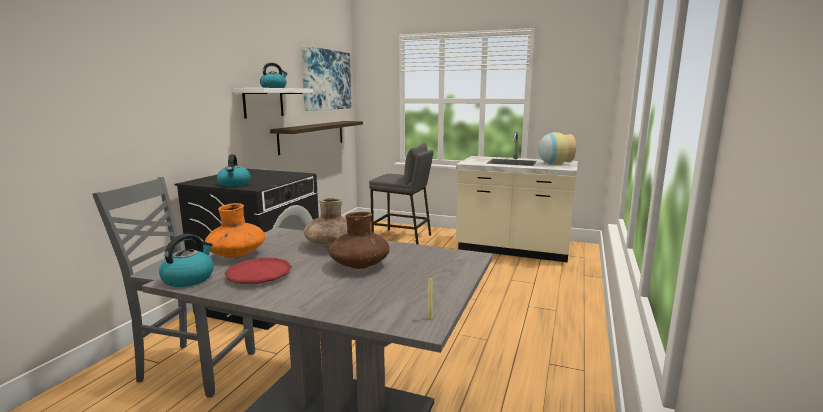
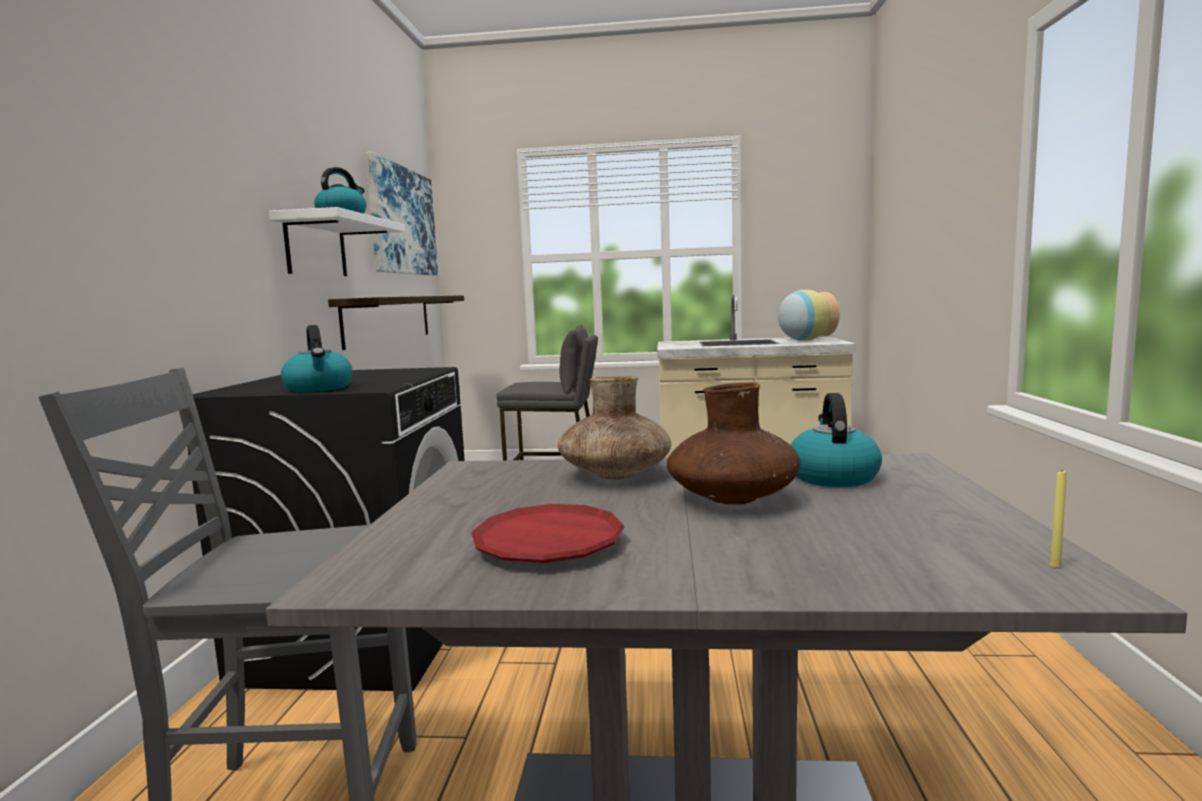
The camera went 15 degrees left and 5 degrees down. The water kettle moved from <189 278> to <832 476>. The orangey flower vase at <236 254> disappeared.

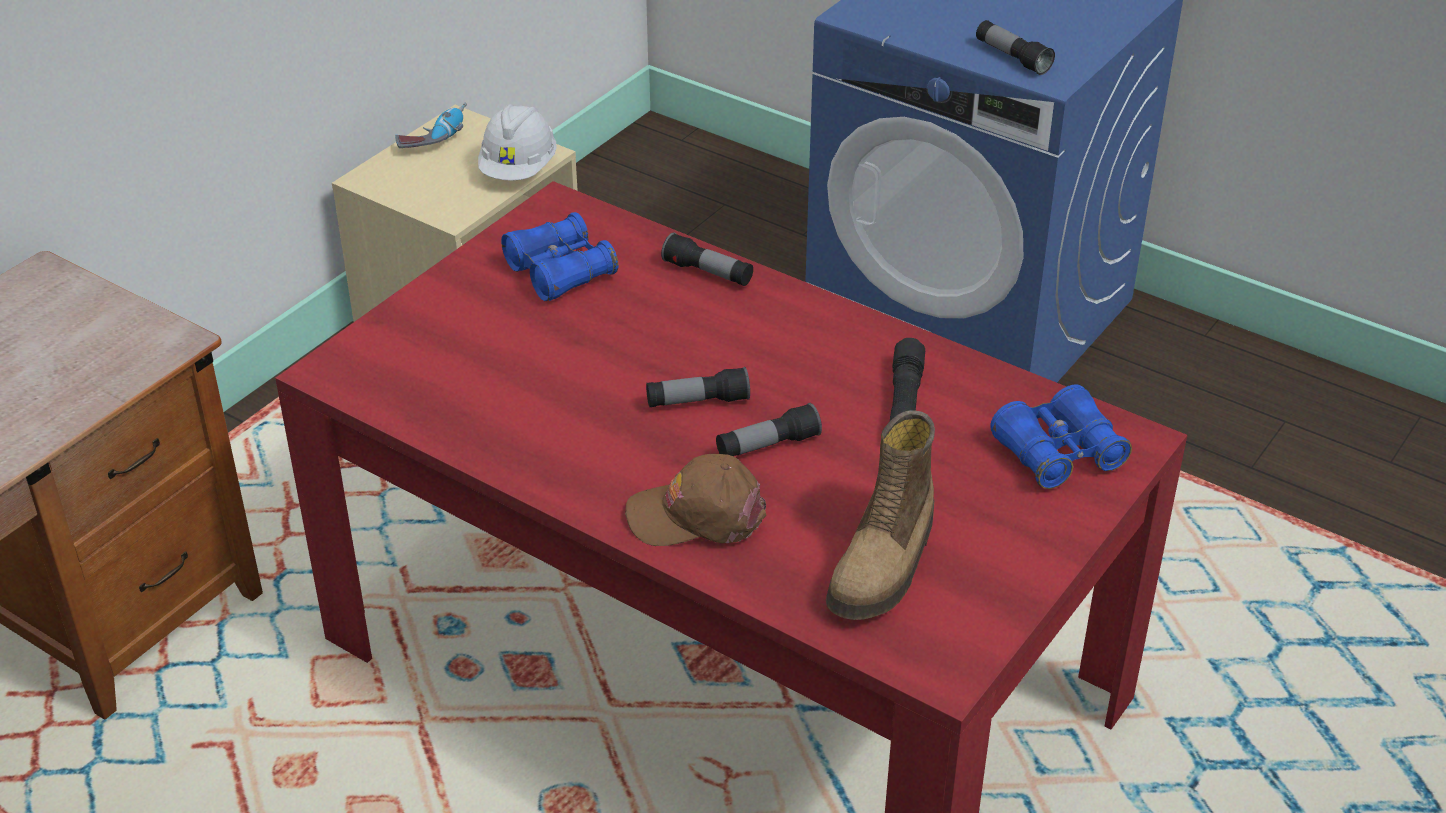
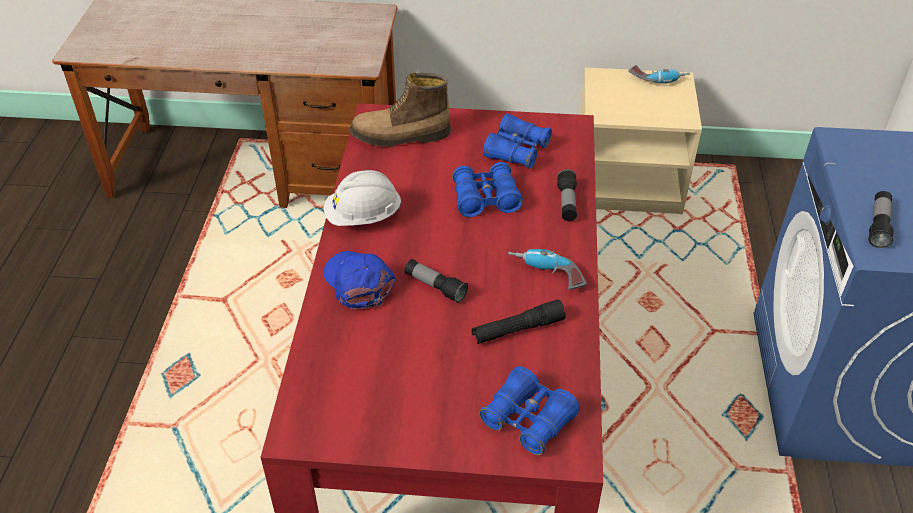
The camera went 60 degrees right and 5 degrees up. The brownish cap at <697 515> became the blue-coloured cap at <358 282>. The white work helmet moved from <519 169> to <363 217>. The boot moved from <884 565> to <400 136>. The blue-coloured field glasses at <485 199> appeared. The drill at <546 275> appeared. The hand torch at <697 401> disappeared.

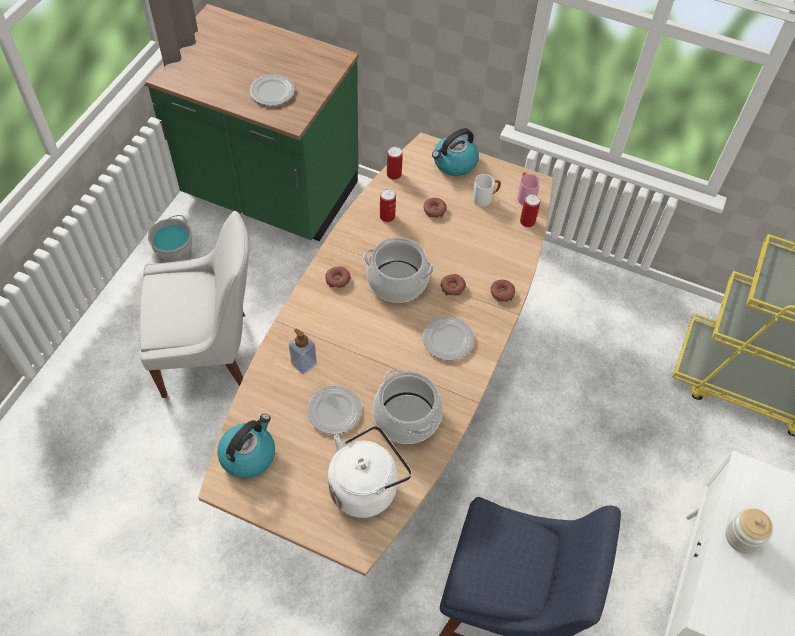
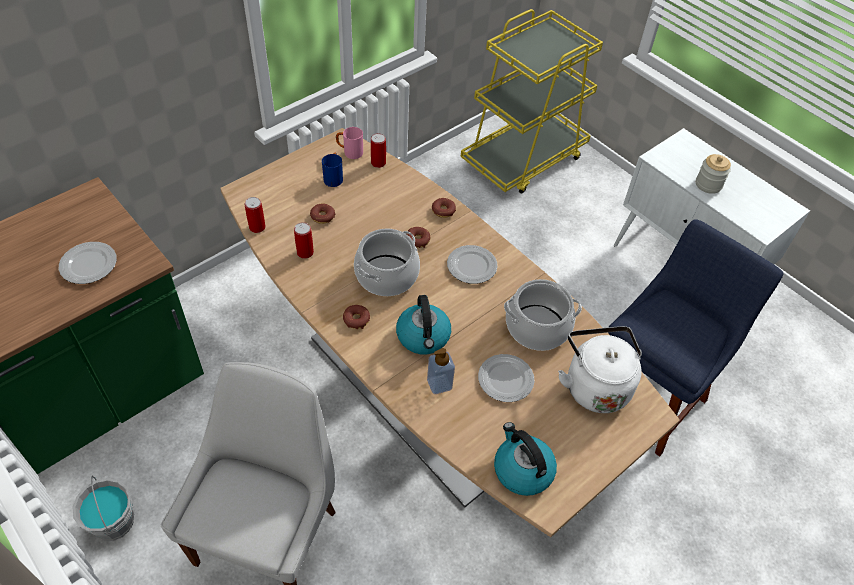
The camera went 65 degrees left and 5 degrees down. The white coffee mug at <485 198> became the blue-coloured coffee mug at <334 177>. The water kettle moved from <454 163> to <423 337>.

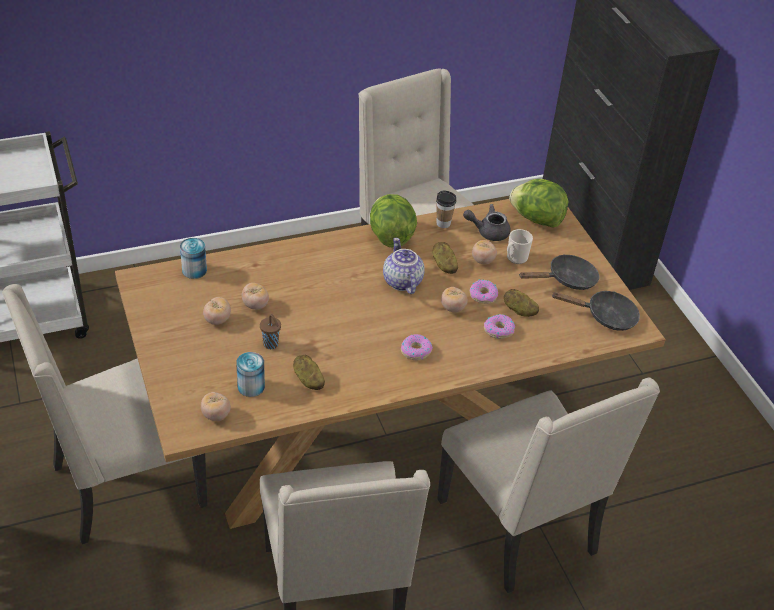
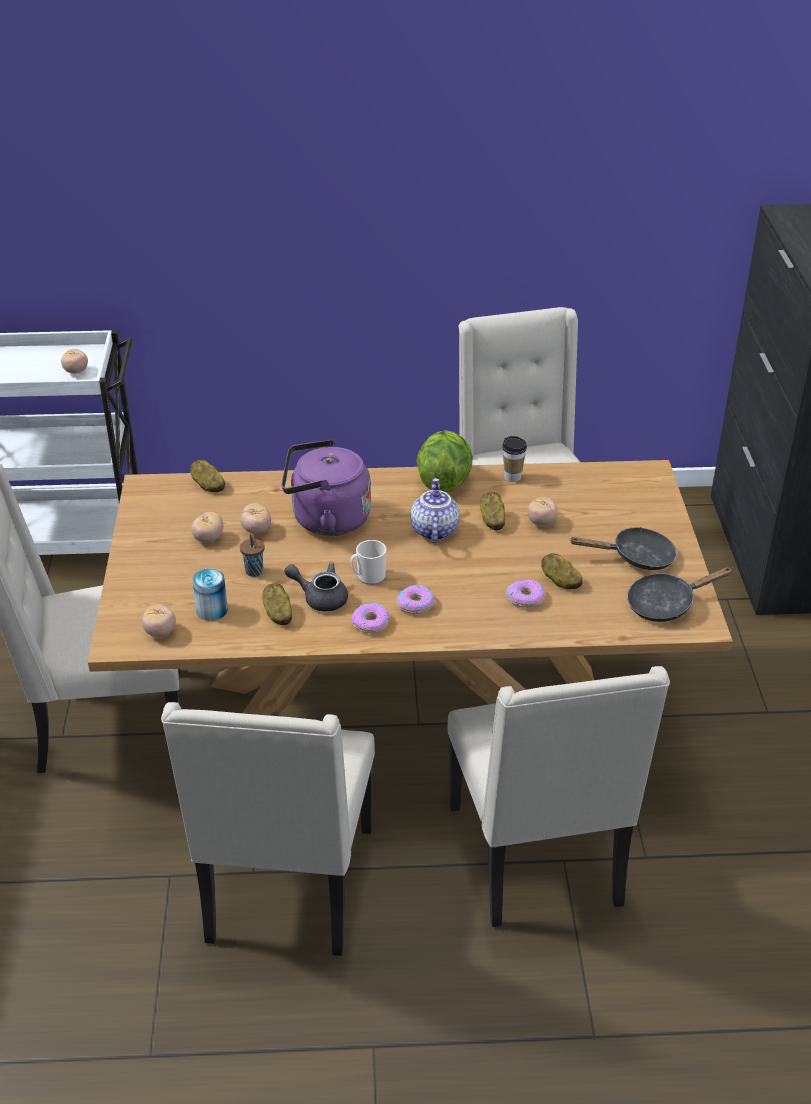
The camera went 20 degrees right and 5 degrees down. The tomato moved from <453 308> to <76 371>. The can at <194 270> was replaced by the spud at <208 486>. The purplish water kettle at <326 519> appeared. The gray tea pot moved from <488 231> to <320 597>. The coffee mug moved from <515 258> to <368 577>. The donut moved from <483 295> to <371 623>. The blackish pan at <605 316> turned 135 degrees clockwise. The lettuce head at <536 219> disappeared.

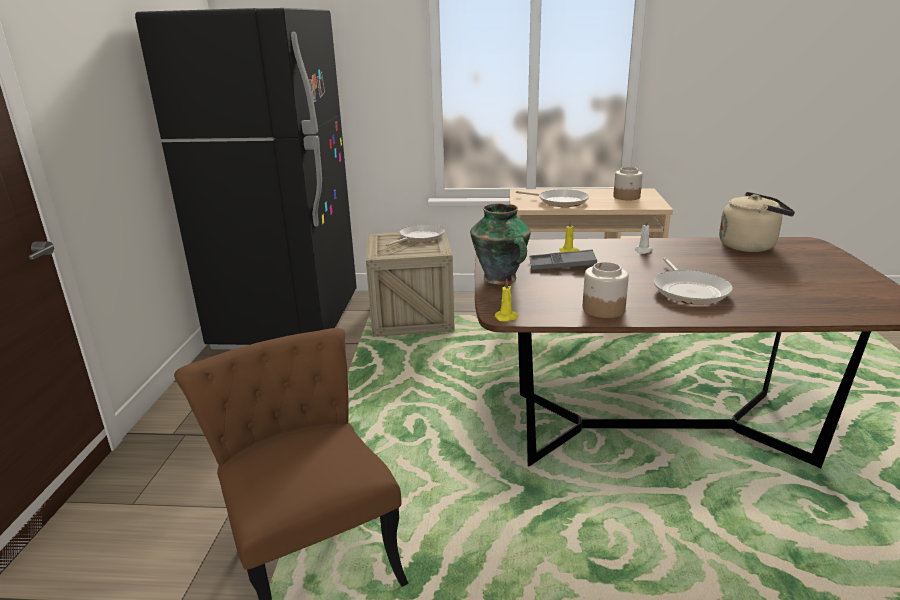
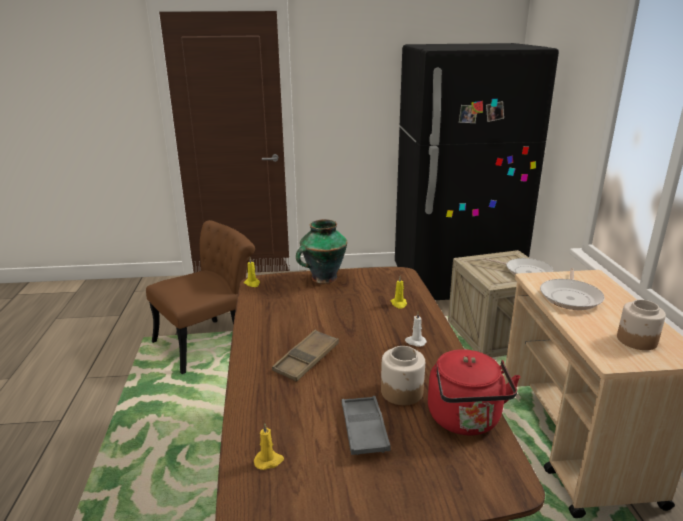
The camera went 80 degrees right and 0 degrees up. The yellowish wax light at <269 461> appeared. The pan at <689 290> was replaced by the brownish serving tray at <306 359>. The gray serving tray moved from <562 265> to <364 429>. The storage jar moved from <603 309> to <402 391>. The beige water kettle at <750 246> became the red water kettle at <466 420>.

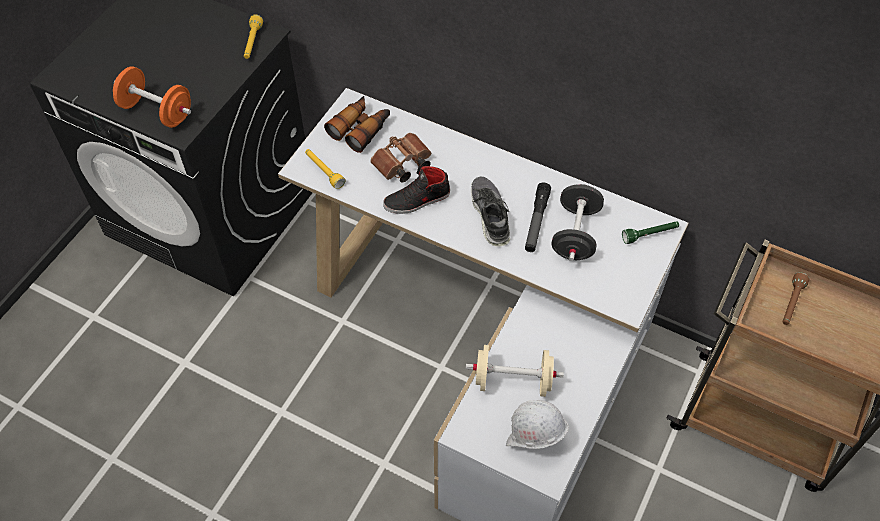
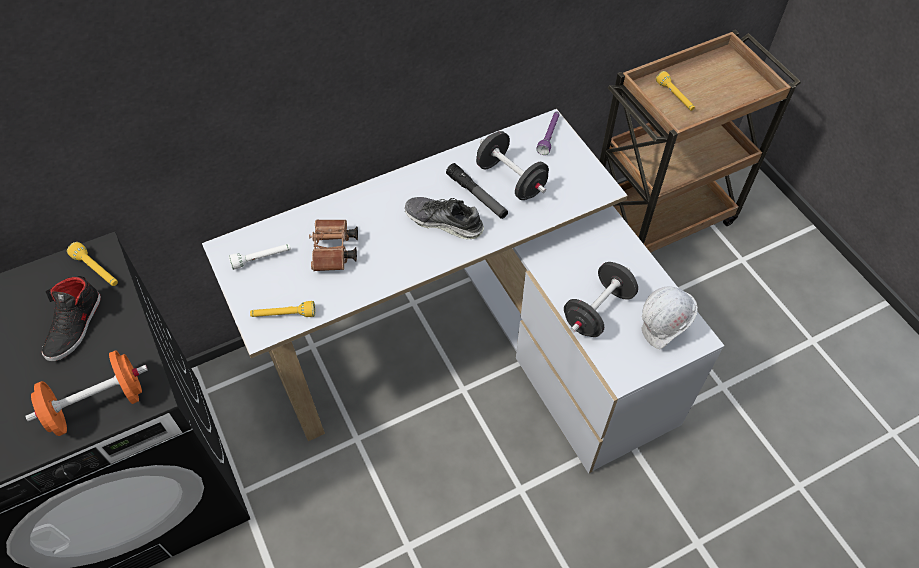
The camera went 55 degrees left and 0 degrees up. The blackish item of footwear moved from <417 200> to <75 326>. The field glasses at <360 128> was replaced by the white hand torch at <262 259>. The green-coloured hand torch at <650 234> became the purplish hand torch at <549 136>. The beige dumbbell at <513 381> became the blackish dumbbell at <598 311>. The brownish hand torch at <791 303> became the yellowish hand torch at <675 97>.

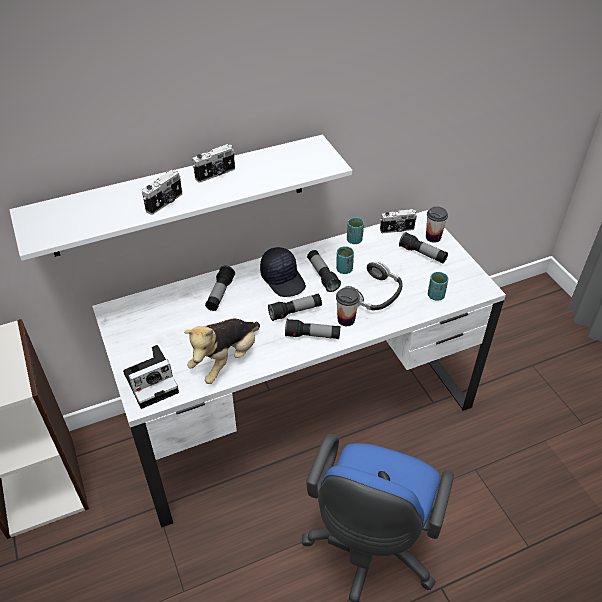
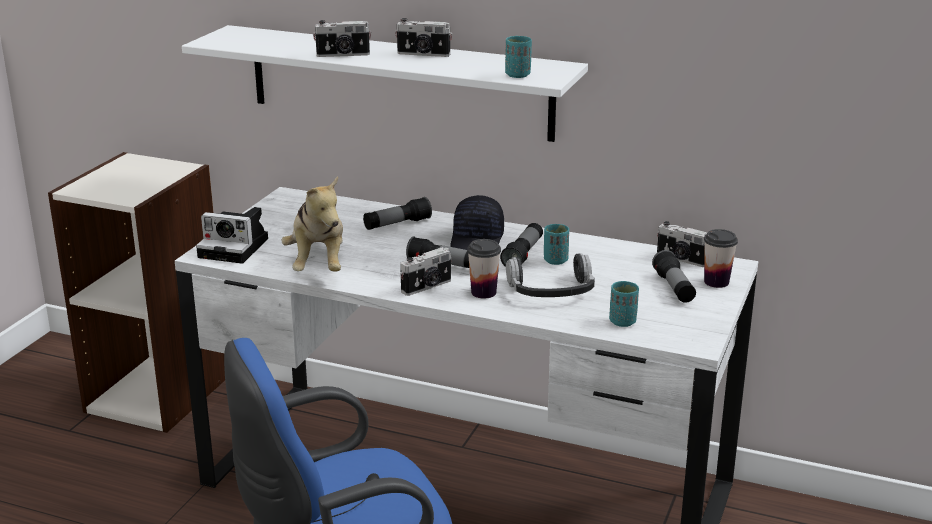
The camera went 45 degrees right and 20 degrees down. The cuddly toy at <226 360> turned 90 degrees counterclockwise. The hand torch at <312 336> was replaced by the still camera at <427 287>. The turquoise-coloured drinking cup moved from <354 240> to <518 75>.

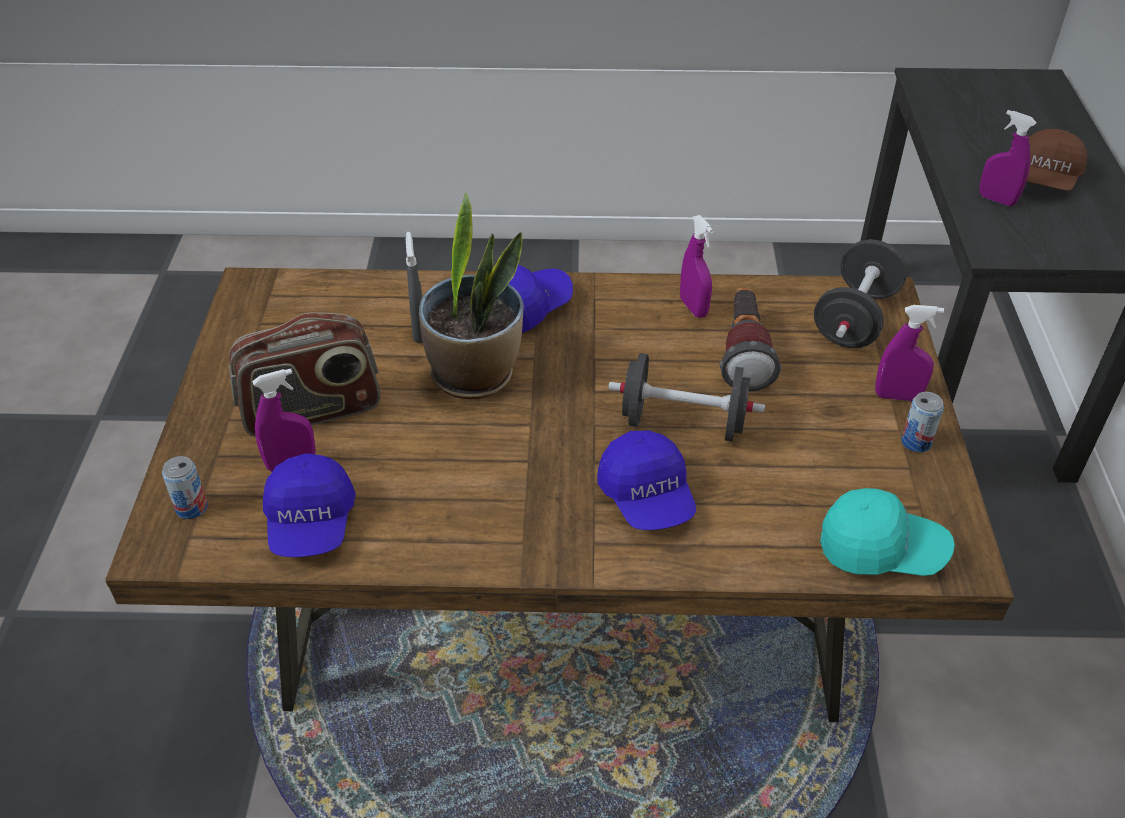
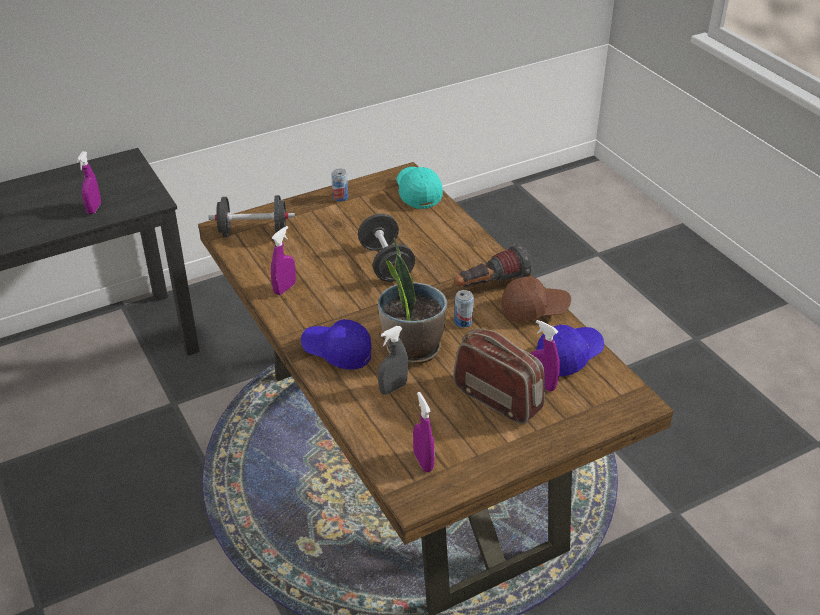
The camera went 120 degrees left and 5 degrees down. The purplish spray bottle moved from <897 396> to <423 461>. The hand torch moved from <743 353> to <490 285>. The can moved from <191 507> to <463 322>. The brownish cap moved from <1046 178> to <534 309>. The blue-coloured cap at <647 497> disappeared.

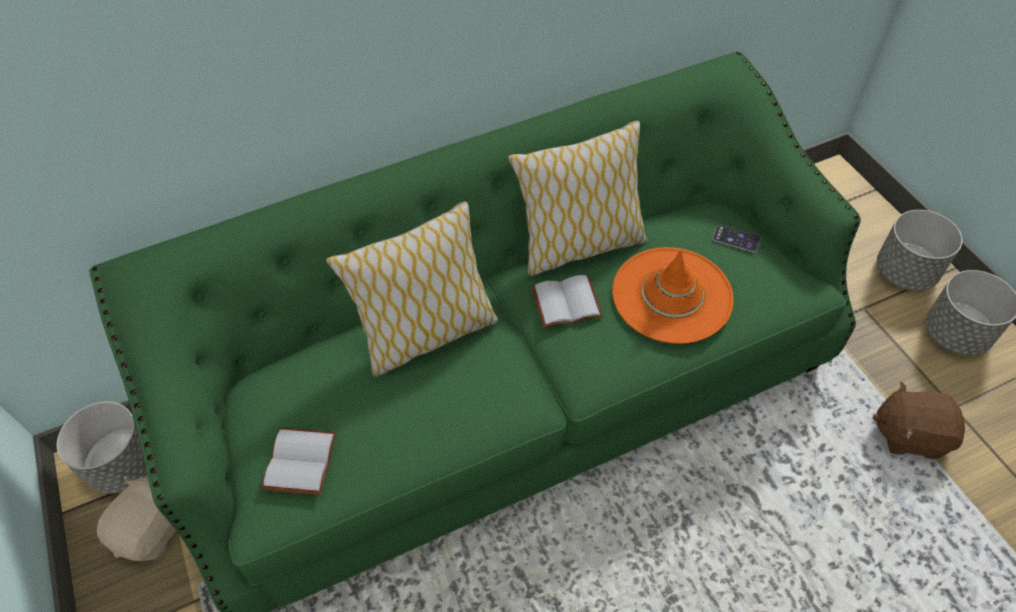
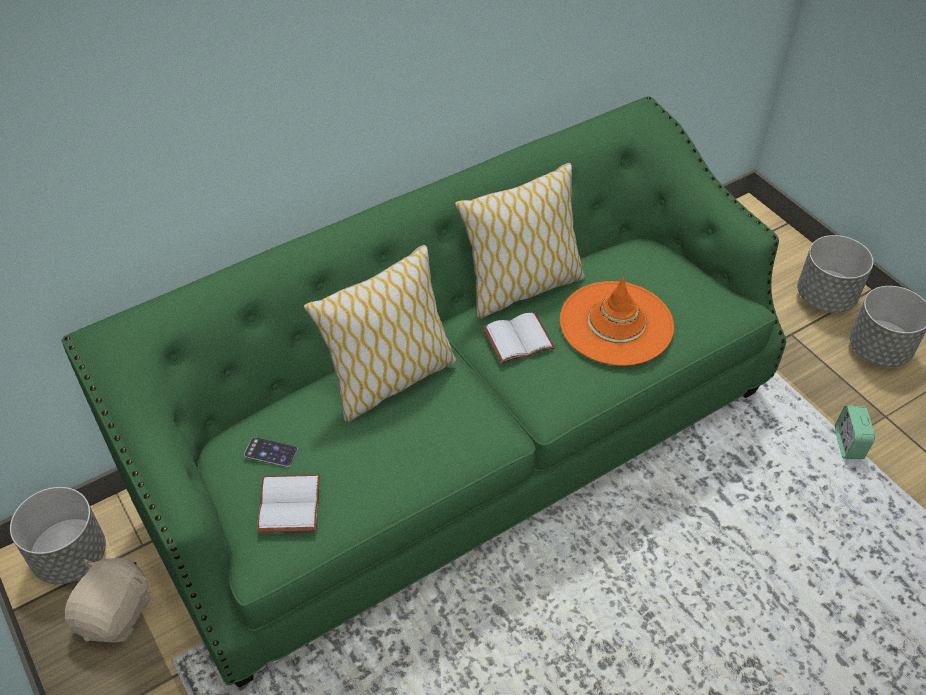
The camera went 10 degrees left and 5 degrees down. The handset moved from <736 239> to <271 452>. The brownish cuddly toy at <909 434> was replaced by the bedside clock at <848 444>.

